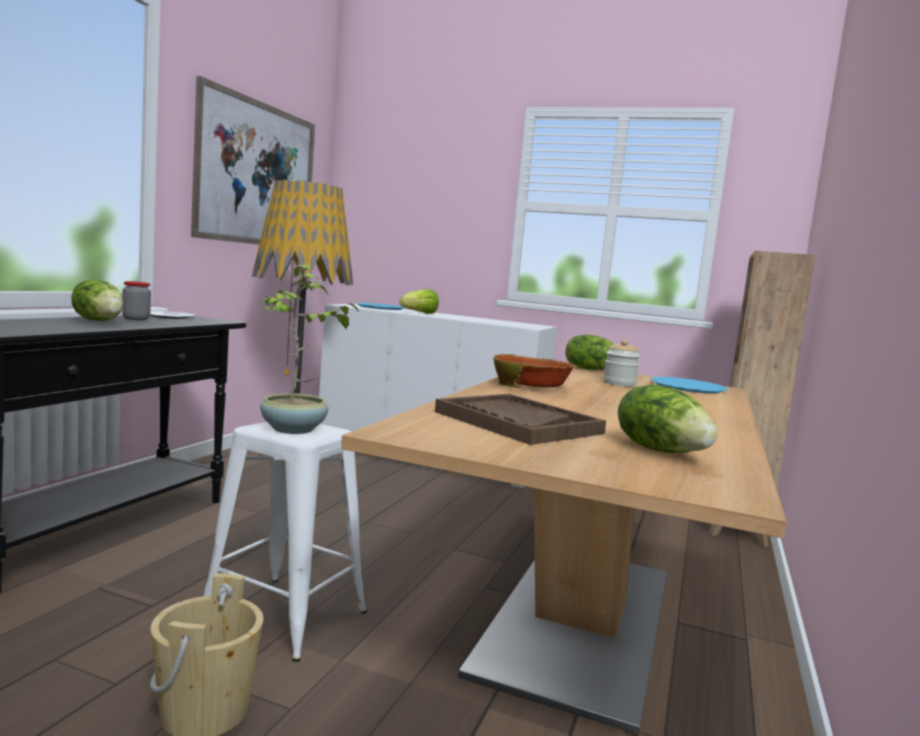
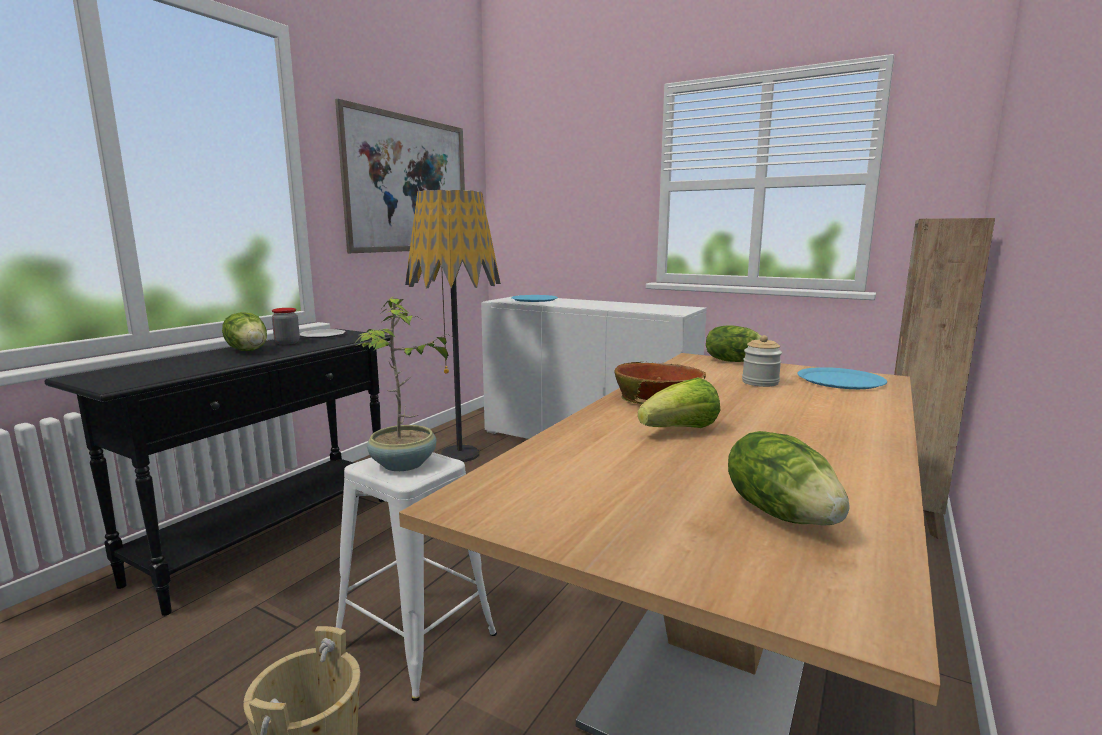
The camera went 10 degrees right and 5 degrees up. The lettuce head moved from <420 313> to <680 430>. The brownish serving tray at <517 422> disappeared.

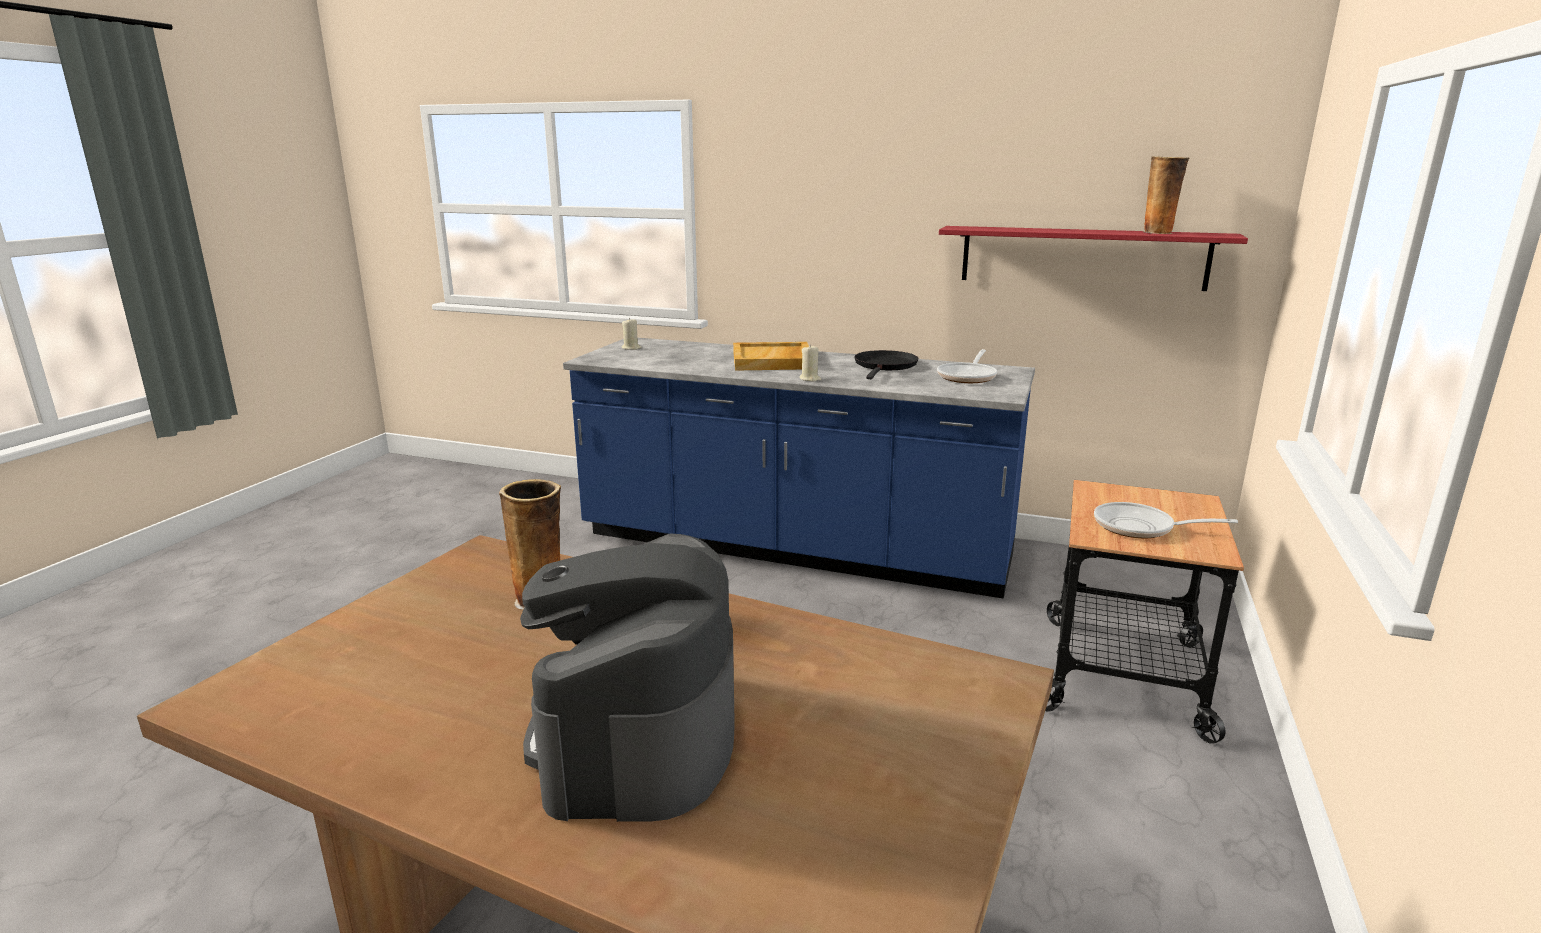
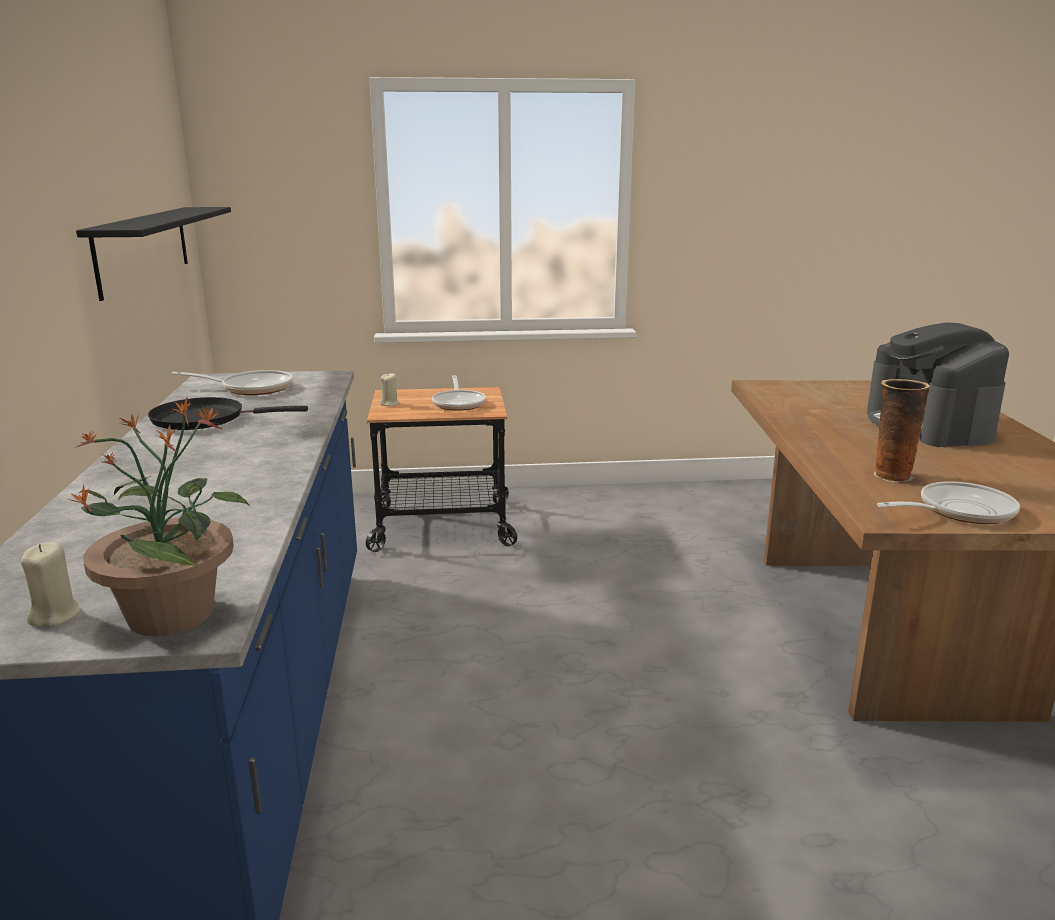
The camera went 115 degrees left and 0 degrees up. The potted plant at <173 613> appeared. The red bracket shelf at <1082 257> became the blackish bracket shelf at <144 248>. The beige wax light moved from <810 379> to <389 404>. The coffee maker at <637 736> turned 105 degrees clockwise. The pan at <958 511> appeared. The beige serving tray at <773 361> disappeared. The flower vase at <1159 233> disappeared.

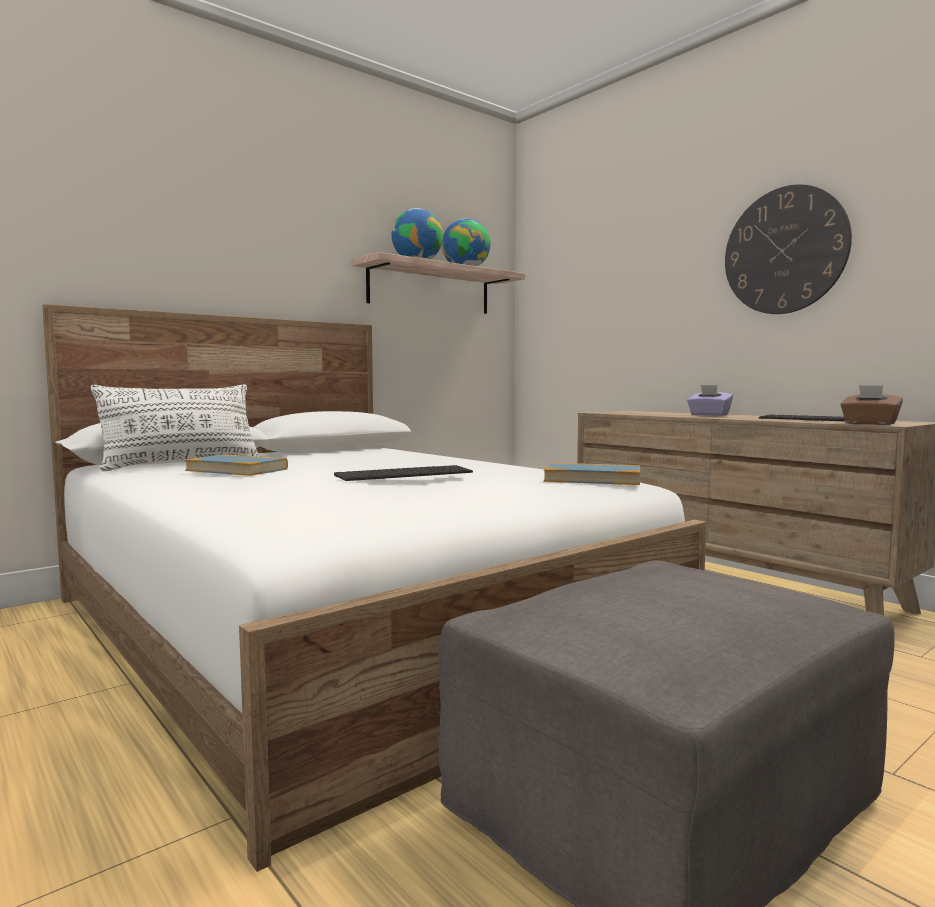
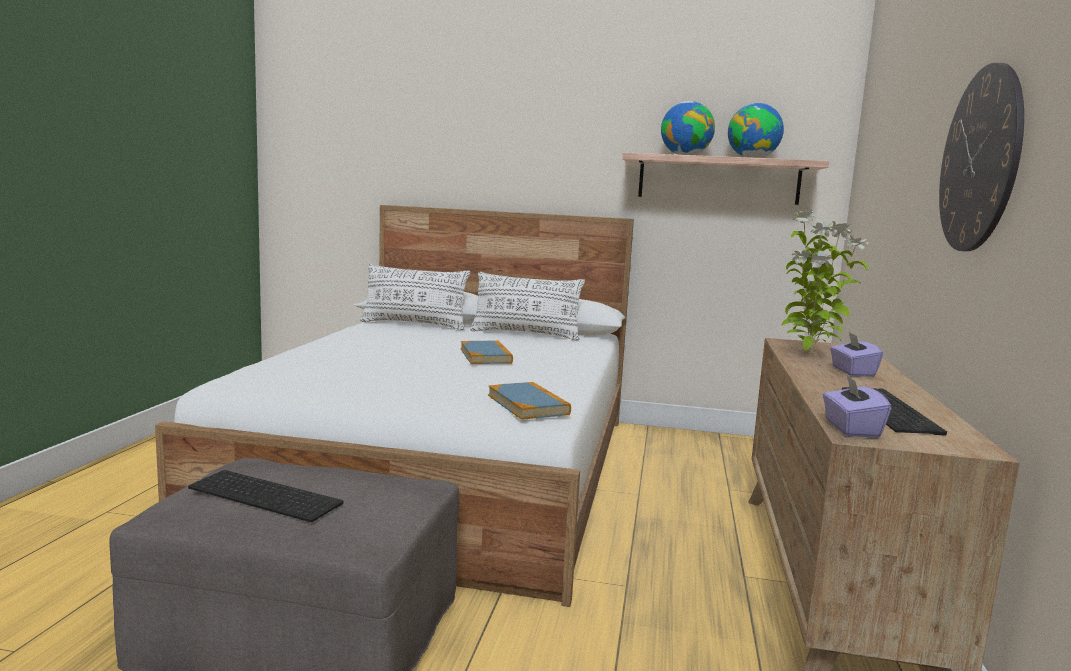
The camera went 50 degrees right and 5 degrees up. The computer keyboard moved from <405 473> to <268 495>. The bound book moved from <237 470> to <485 356>. The white throw pillow at <525 334> appeared. The potted plant at <810 355> appeared. The brownish tissue box at <869 423> became the purplish tissue box at <851 429>.

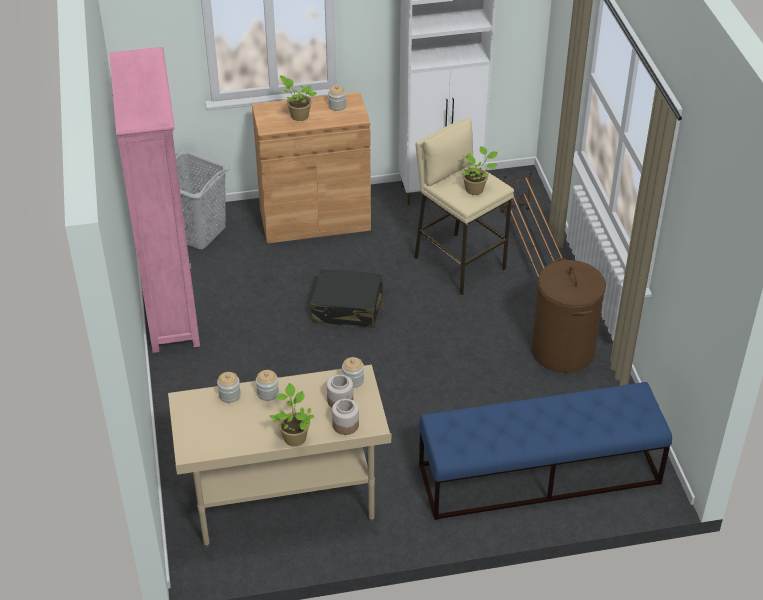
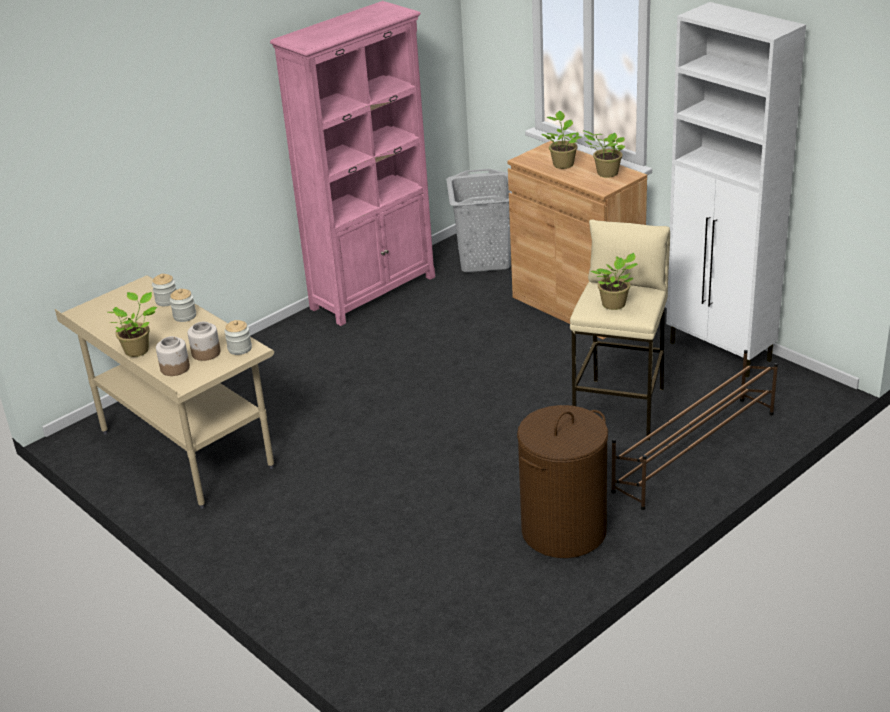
The camera went 60 degrees right and 10 degrees down. The storage jar at <337 106> was replaced by the potted plant at <605 173>. The blackish piece of luggage at <348 308> disappeared. The blue-coloured bench at <538 474> disappeared.

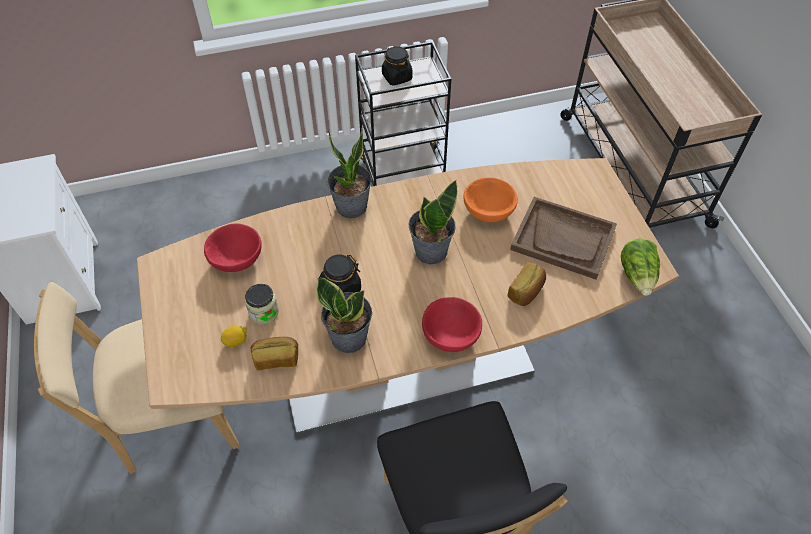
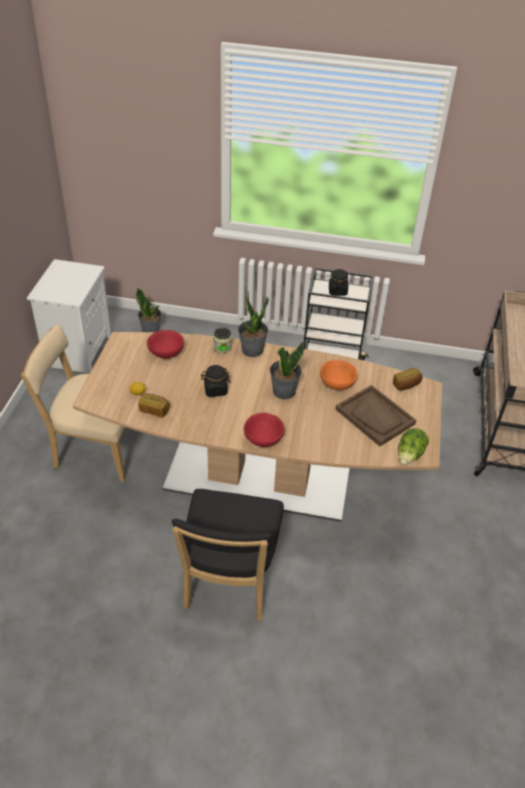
The camera went 25 degrees right and 10 degrees down. The potted plant moved from <349 337> to <151 331>. The storage jar moved from <264 312> to <222 347>. The bread moved from <526 291> to <406 385>.

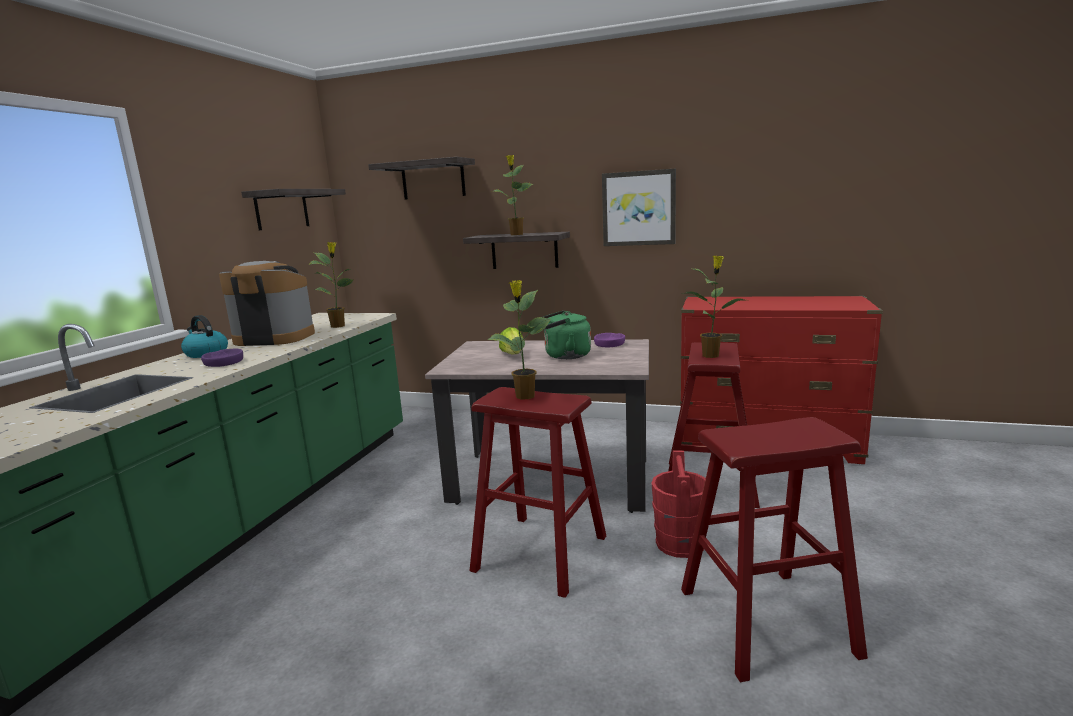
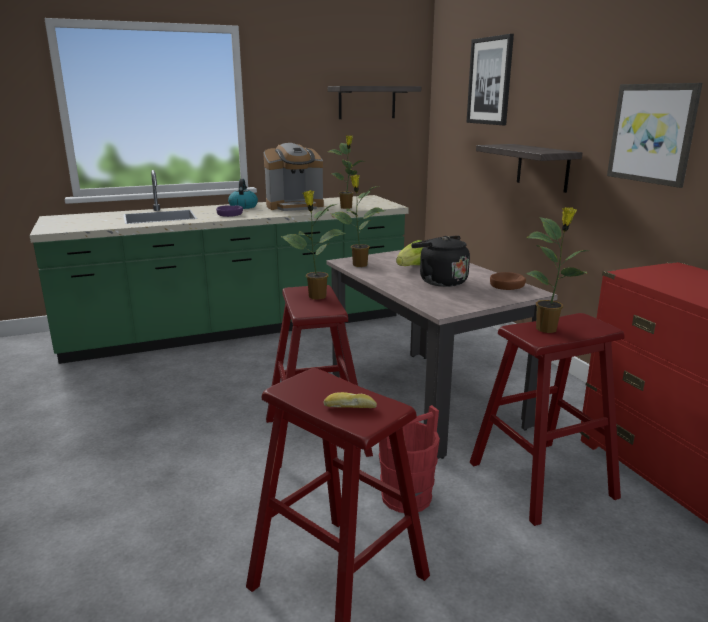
The camera went 50 degrees right and 5 degrees up. The coffee maker at <274 338> turned 105 degrees clockwise. The bread at <350 407> appeared. The potted plant moved from <516 234> to <359 265>. The green-coloured water kettle at <564 356> became the blackish water kettle at <440 281>. The bracket shelf at <433 180> was replaced by the wall picture at <490 81>. The purplish deep dish at <609 344> became the brownish deep dish at <507 286>.

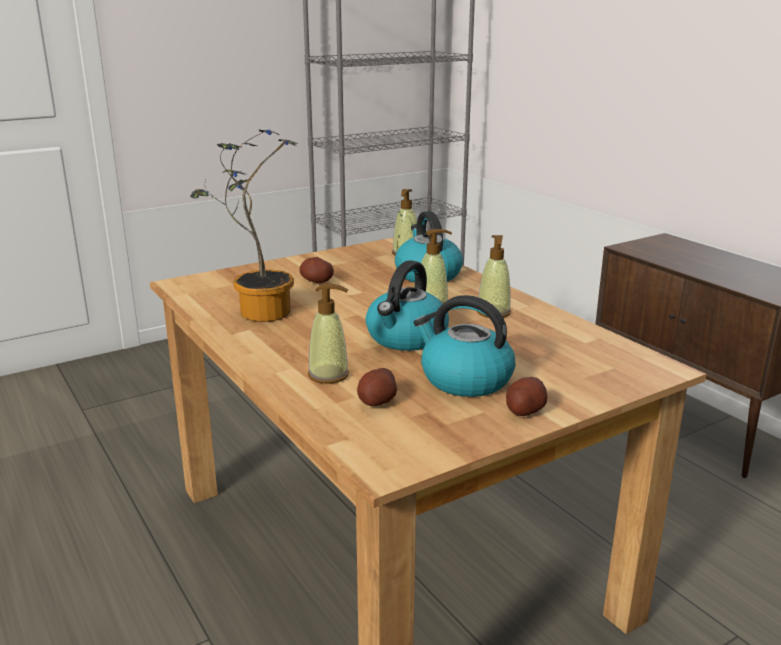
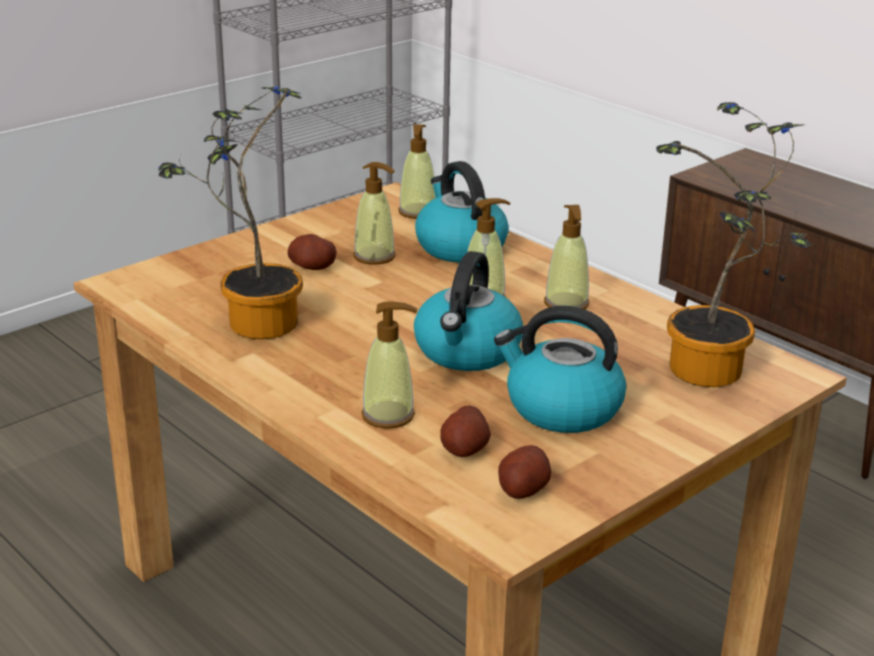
The camera went 10 degrees left and 5 degrees up. The soap dispenser at <374 257> appeared. The spud moved from <524 410> to <522 489>. The potted plant at <713 375> appeared.

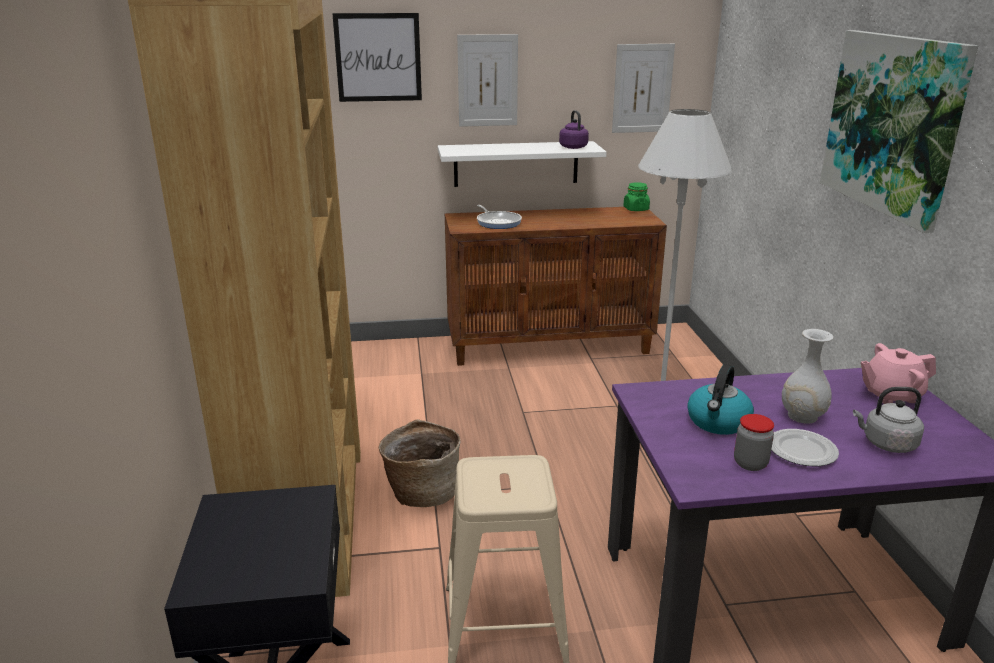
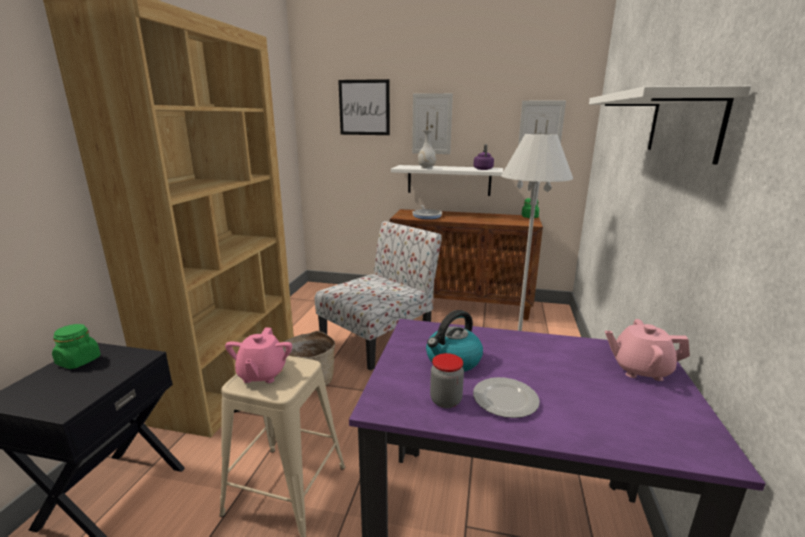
The camera went 20 degrees right and 5 degrees down. The green-coloured storage jar at <78 361> appeared. The pink tea pot at <262 374> appeared. The chair at <379 338> appeared. The white flower vase moved from <802 416> to <426 168>. The wall picture at <893 124> was replaced by the white bracket shelf at <683 125>. The gray water kettle at <886 444> disappeared.

